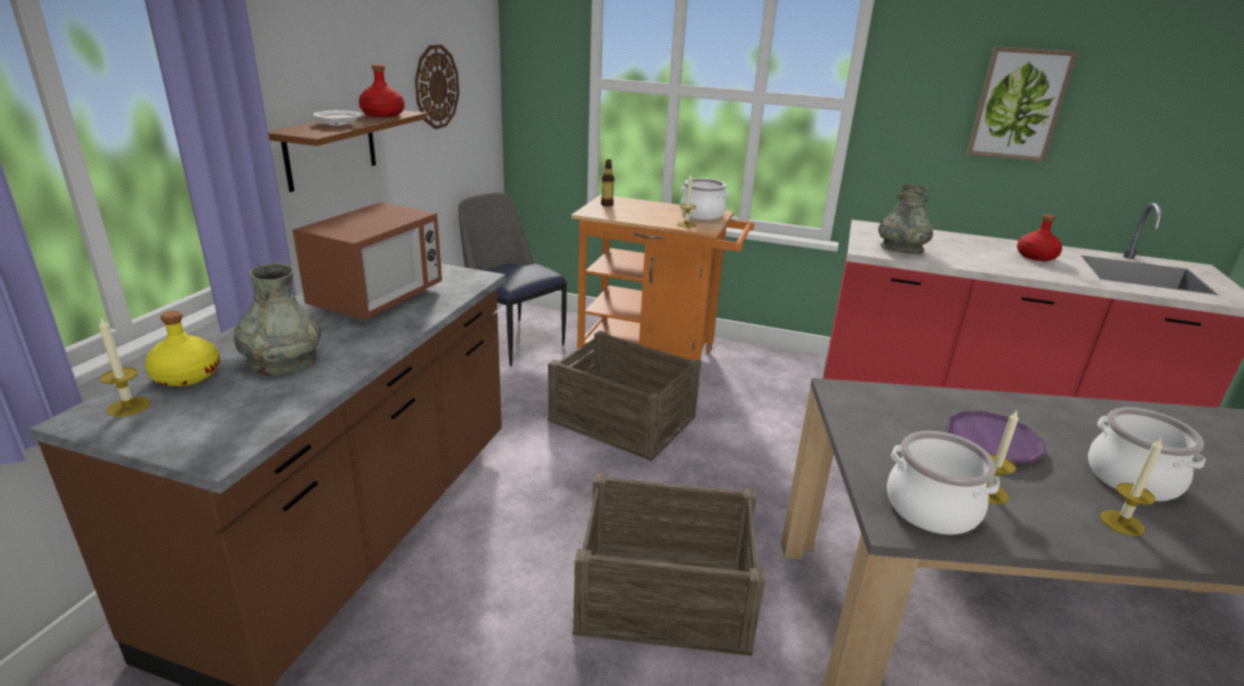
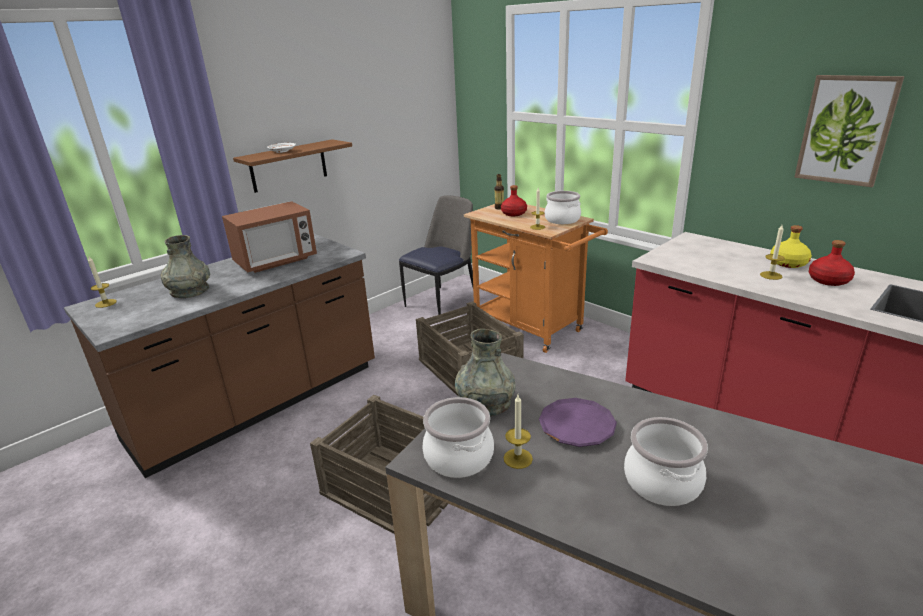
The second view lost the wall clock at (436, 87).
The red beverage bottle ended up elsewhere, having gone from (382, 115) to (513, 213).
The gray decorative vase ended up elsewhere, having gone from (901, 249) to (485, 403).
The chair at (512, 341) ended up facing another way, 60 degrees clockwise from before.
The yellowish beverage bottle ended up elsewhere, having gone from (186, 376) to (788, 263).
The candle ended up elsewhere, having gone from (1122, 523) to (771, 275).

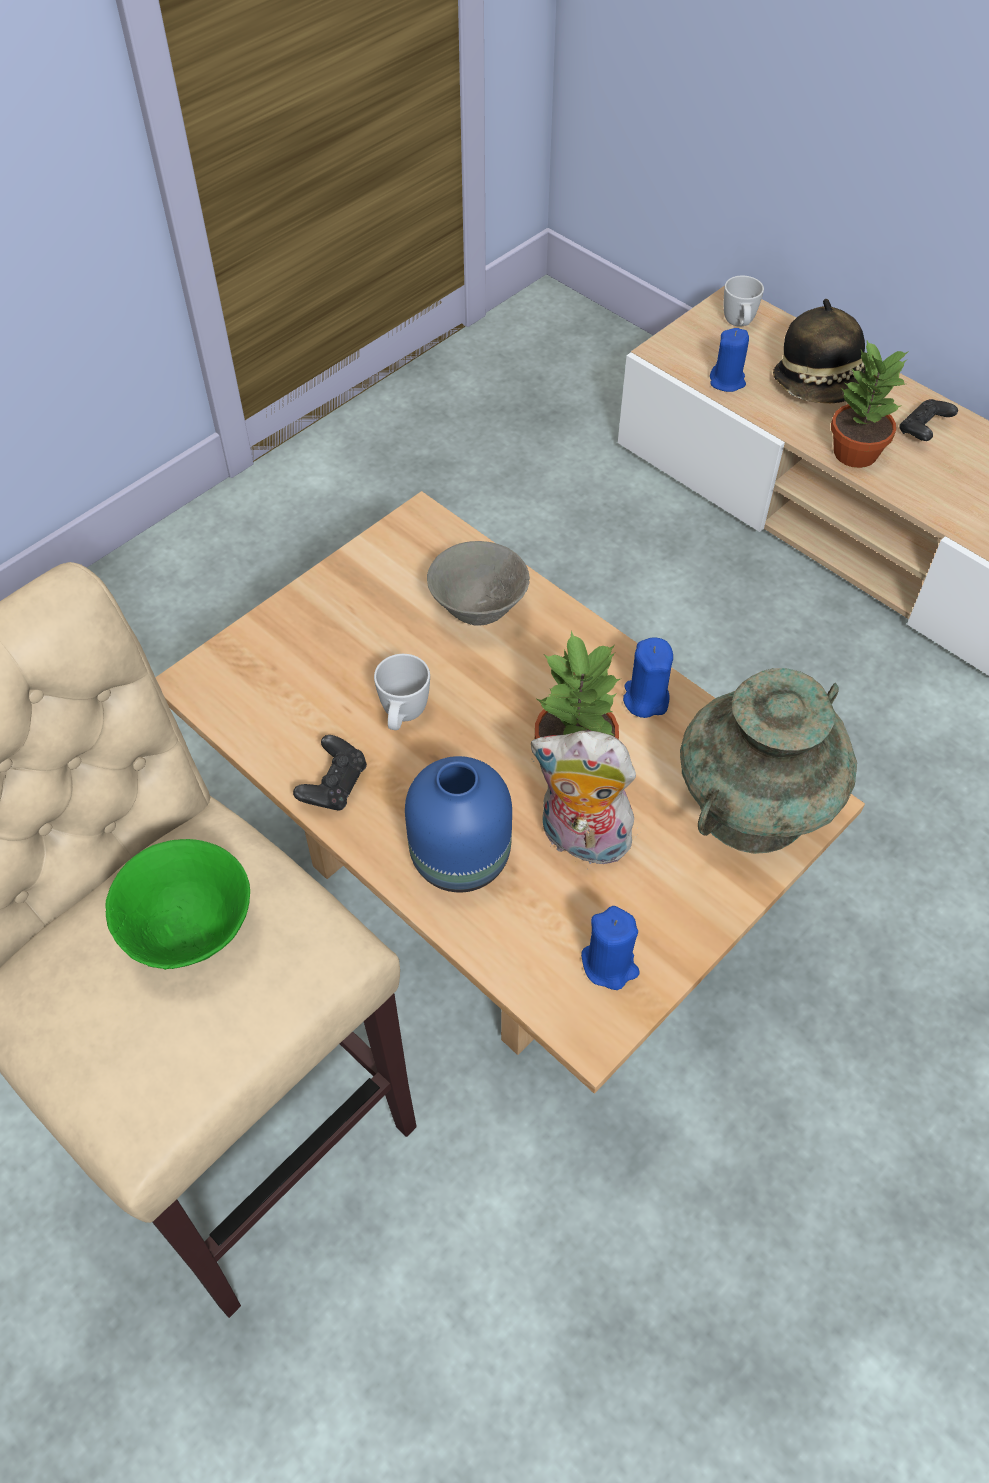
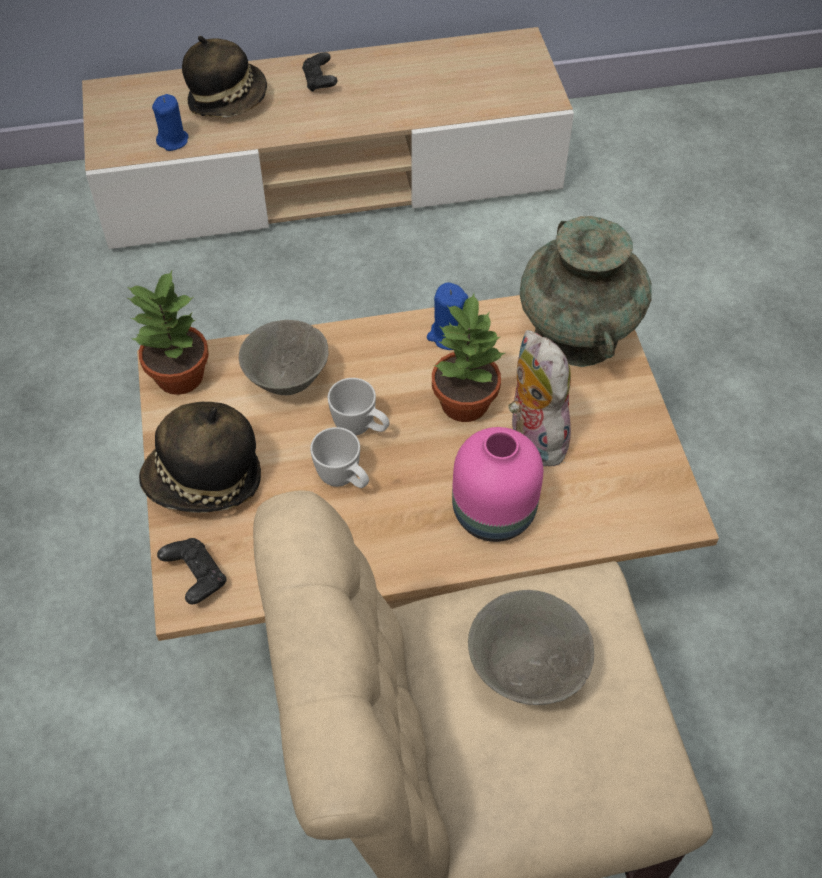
The whitish tea mug ended up elsewhere, having gone from (739, 325) to (361, 429).
The potted plant ended up elsewhere, having gone from (854, 452) to (178, 376).
The plush toy at (580, 841) ended up facing another way, 105 degrees clockwise from before.
The blackish game controller ended up elsewhere, having gone from (334, 785) to (195, 577).
What was the blue decorative vase at (458, 859) turned into the pink-coloured decorative vase at (493, 515).
What was the greenish serving bowl at (193, 933) turned into the gray serving bowl at (526, 670).
The second view lost the blue candle at (609, 964).
The second view gained the clothing hat at (204, 481).

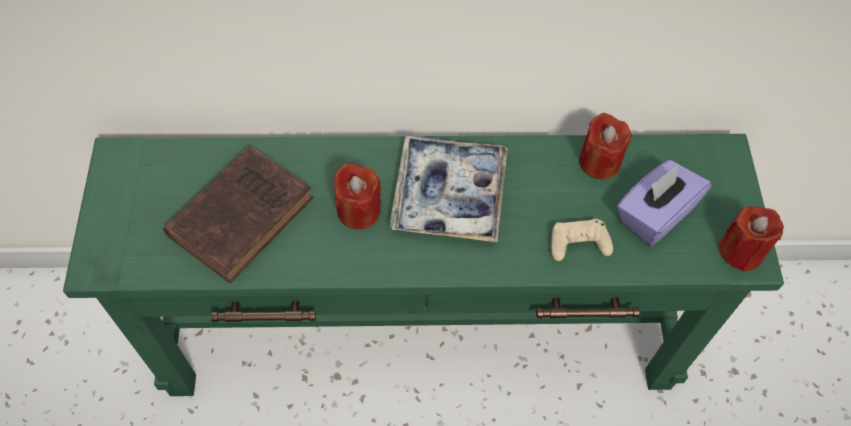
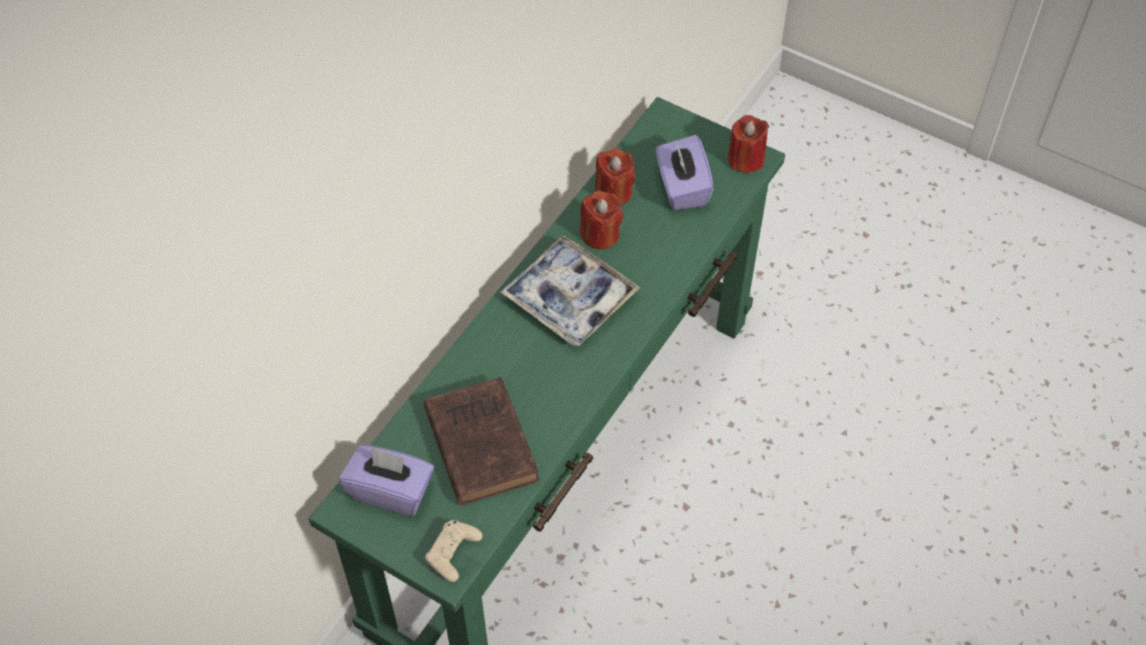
The red candle ended up elsewhere, having gone from (358, 210) to (600, 234).
The beige game controller ended up elsewhere, having gone from (578, 243) to (453, 553).
The second view gained the purple tissue box at (391, 491).

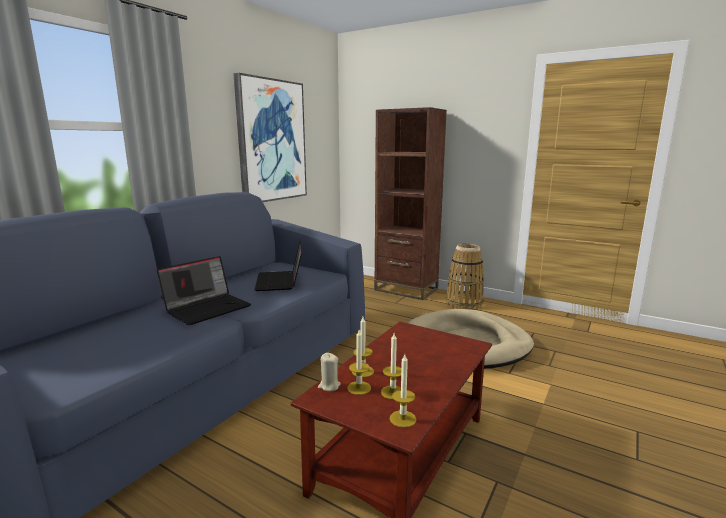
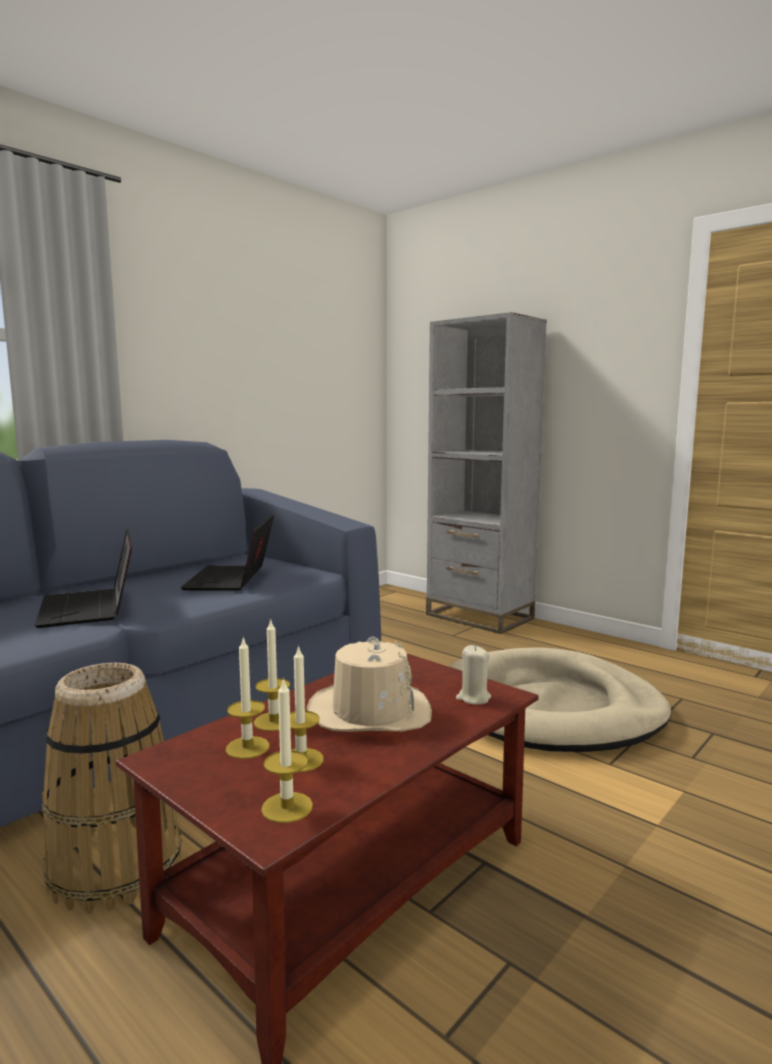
The second view lost the picture at (271, 141).
What was the brown bookcase at (406, 289) turned into the gray bookcase at (479, 617).
The household basket ended up elsewhere, having gone from (464, 303) to (116, 866).
The notebook computer at (208, 308) ended up facing another way, 105 degrees clockwise from before.
The beige candle ended up elsewhere, having gone from (329, 386) to (473, 698).
The second view gained the beige clothing hat at (370, 711).

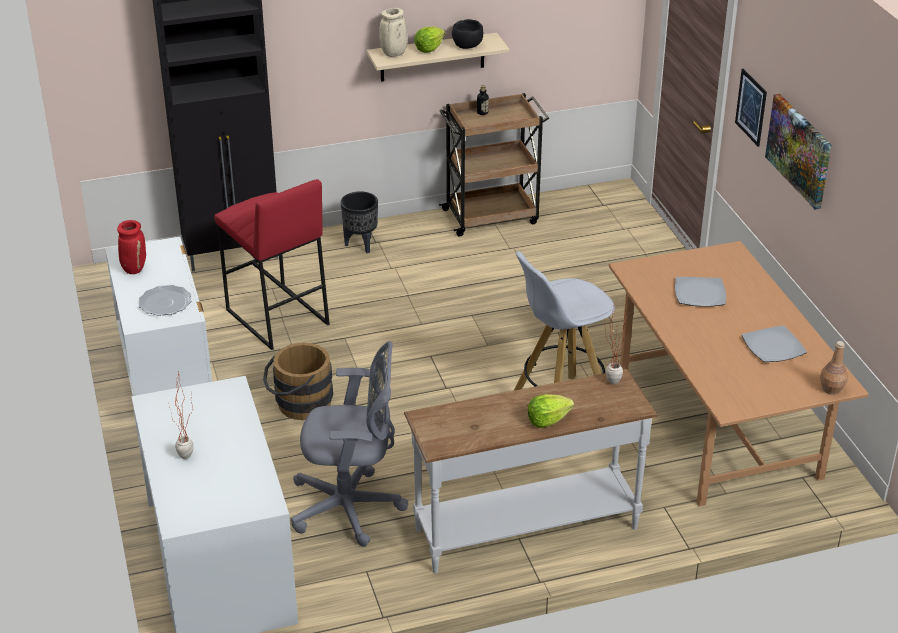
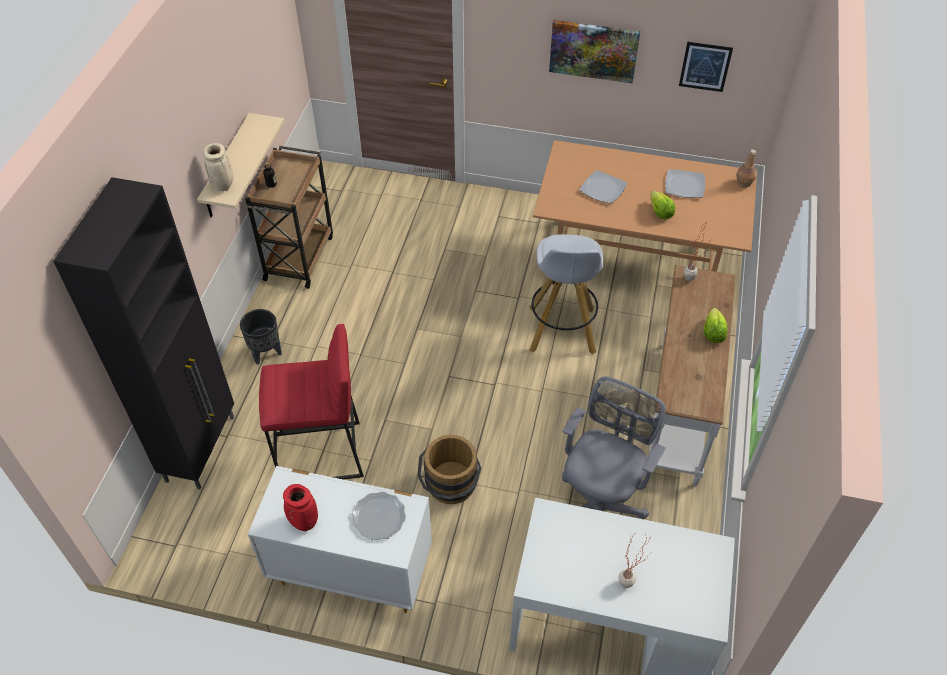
The second view lost the blackish serving bowl at (468, 46).
The lettuce head ended up elsewhere, having gone from (429, 49) to (660, 212).
The picture ended up elsewhere, having gone from (751, 107) to (705, 66).

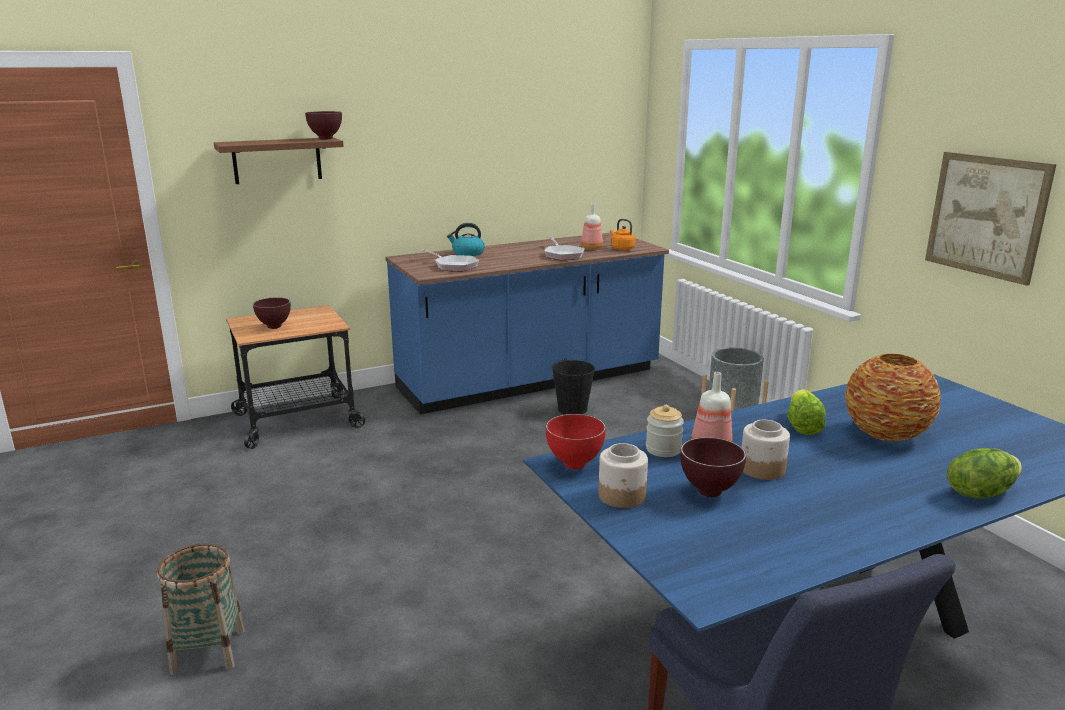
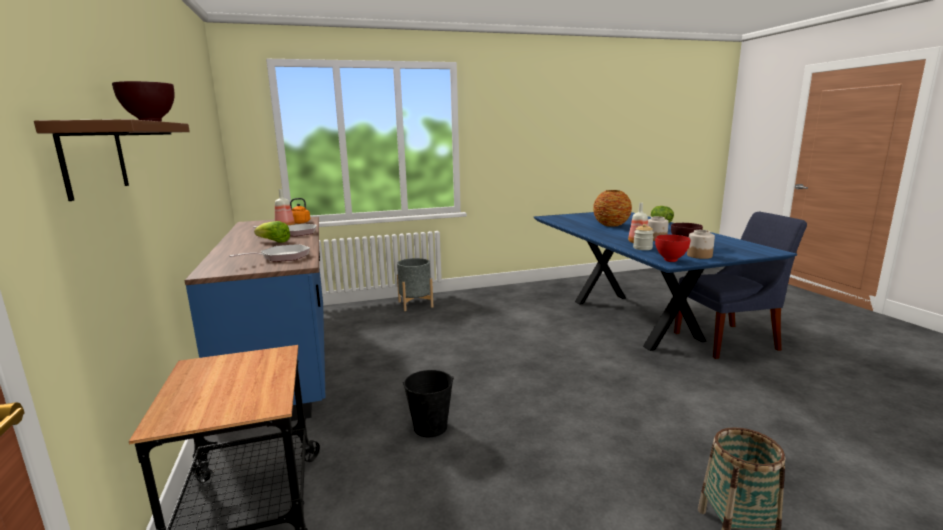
The second view lost the picture at (986, 216).
The second view lost the tea kettle at (467, 253).
The second view lost the brown serving bowl at (274, 327).
The blackish water bucket ended up elsewhere, having gone from (572, 409) to (430, 427).
The lettuce head ended up elsewhere, having gone from (802, 426) to (274, 242).

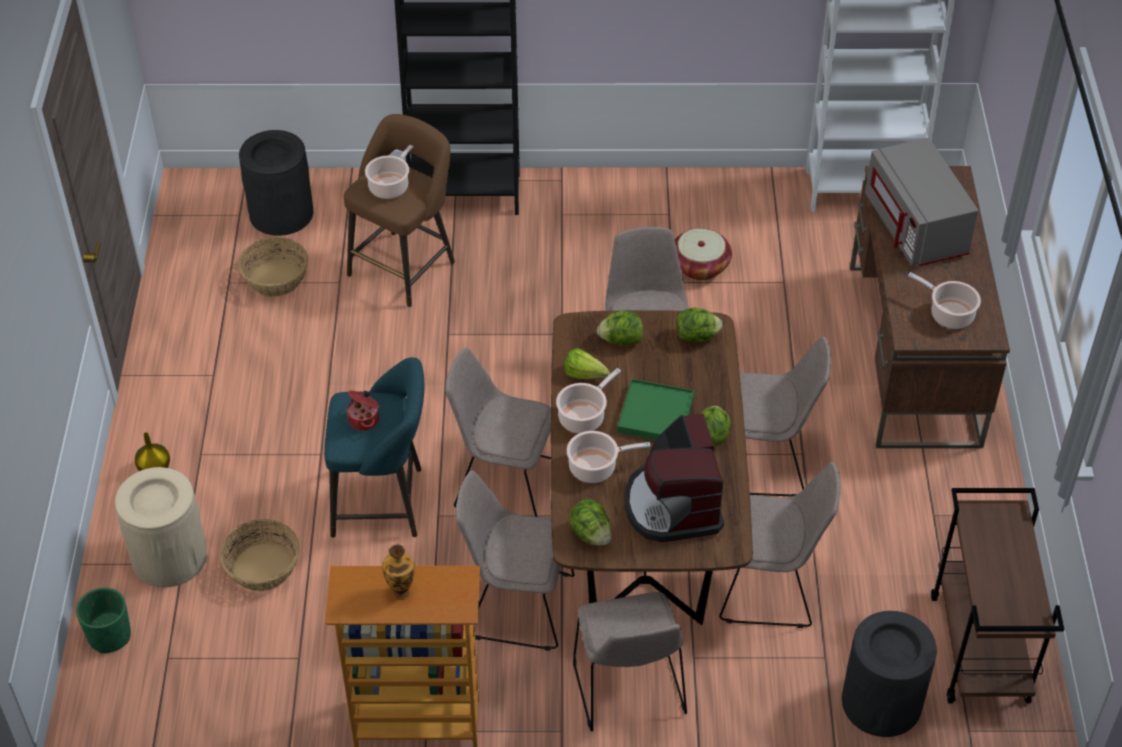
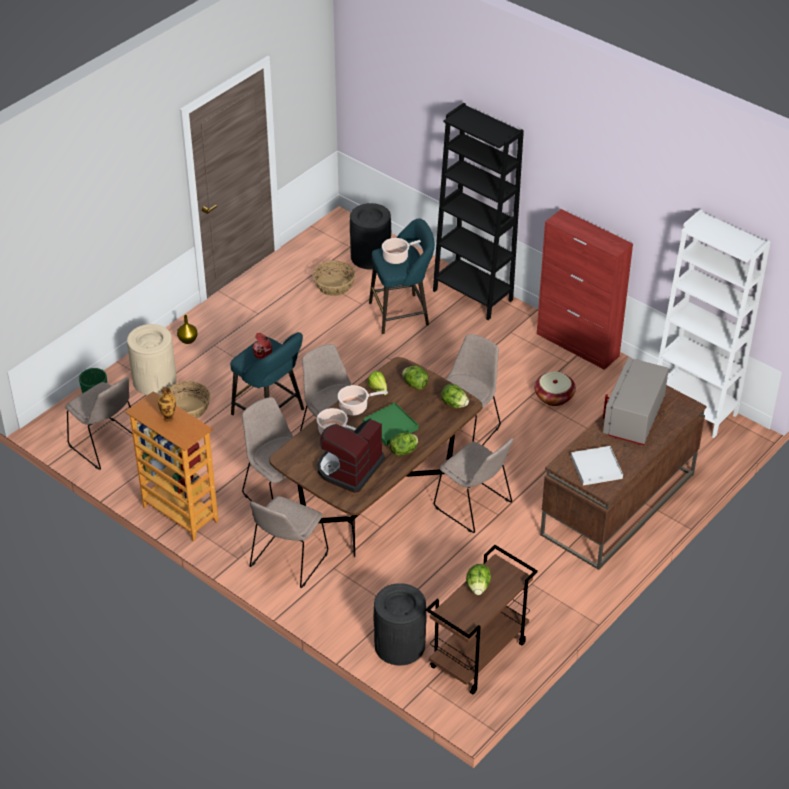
What was the brown stool seat at (405, 265) turned into the turquoise stool seat at (402, 313).
Where the saucepot stood at (949, 314), the whitish tray came to stand at (596, 467).
The beige chair ended up elsewhere, having gone from (770, 587) to (107, 445).
The lettuce head ended up elsewhere, having gone from (591, 534) to (478, 587).
The second view gained the red storage cabinet at (578, 345).

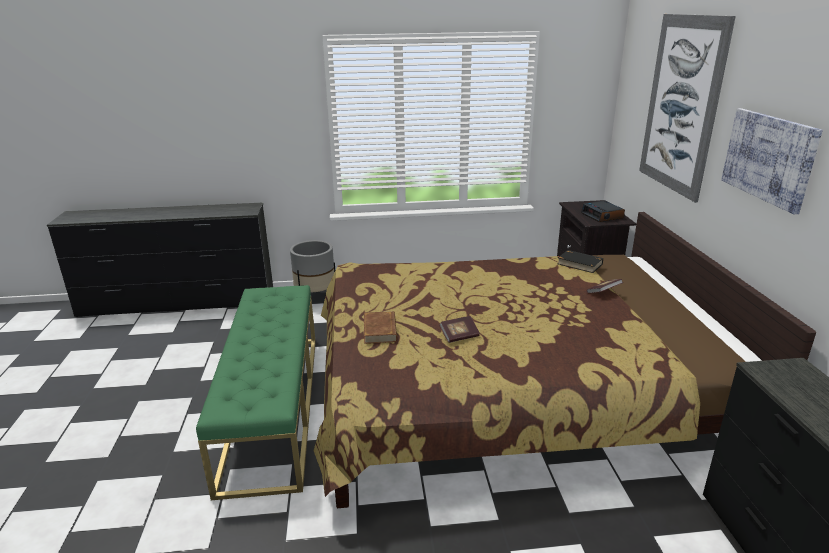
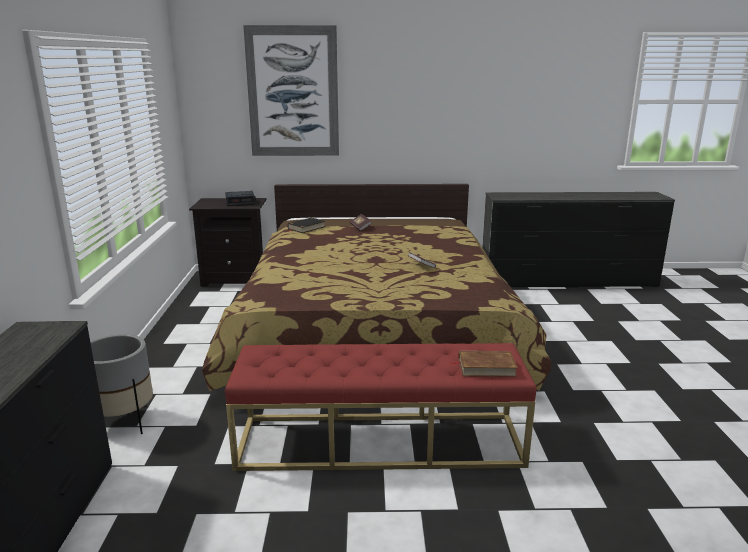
The second view lost the picture at (768, 157).
What was the greenish indoor bench at (273, 406) turned into the red indoor bench at (380, 441).
The brown book ended up elsewhere, having gone from (380, 330) to (486, 367).

